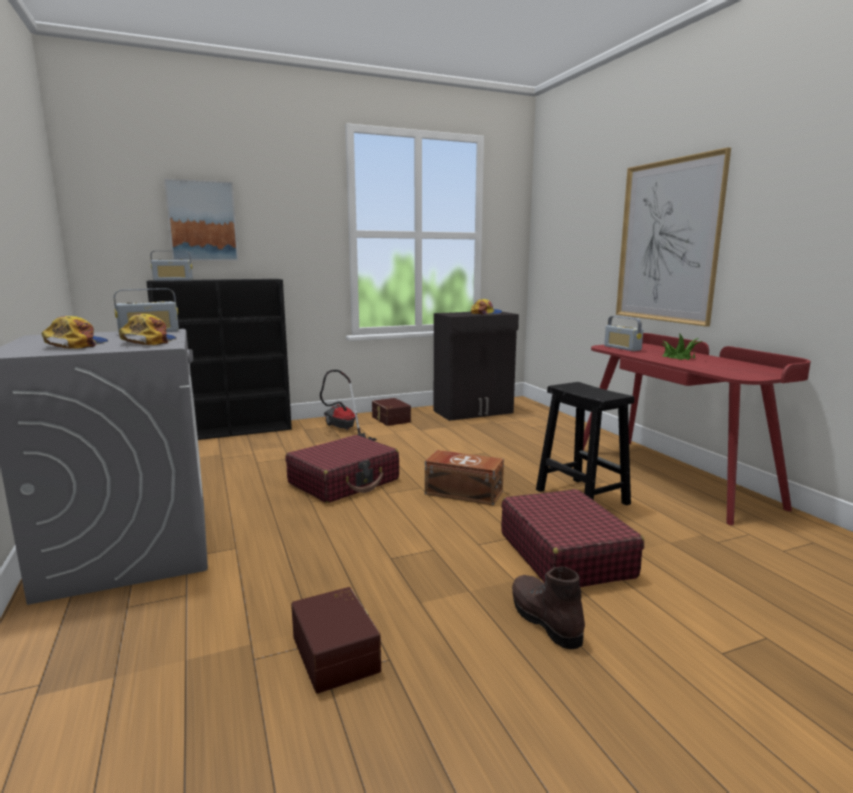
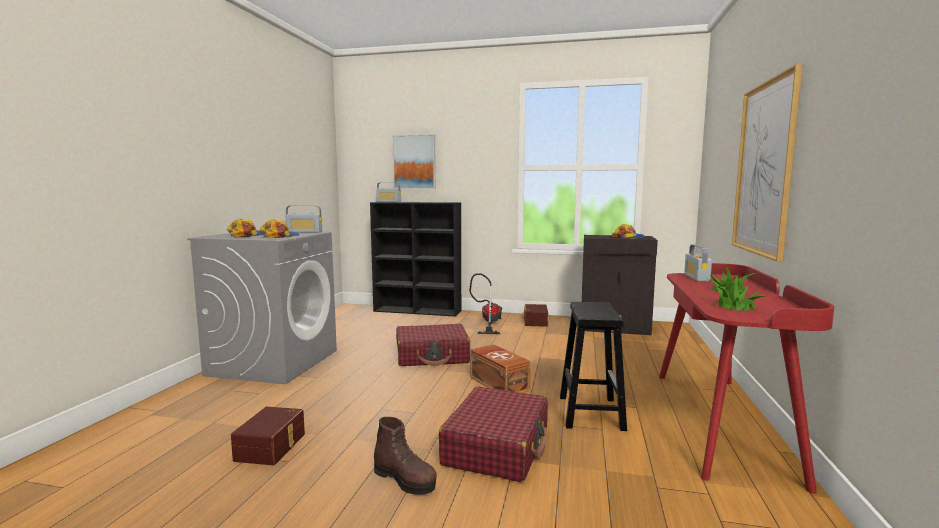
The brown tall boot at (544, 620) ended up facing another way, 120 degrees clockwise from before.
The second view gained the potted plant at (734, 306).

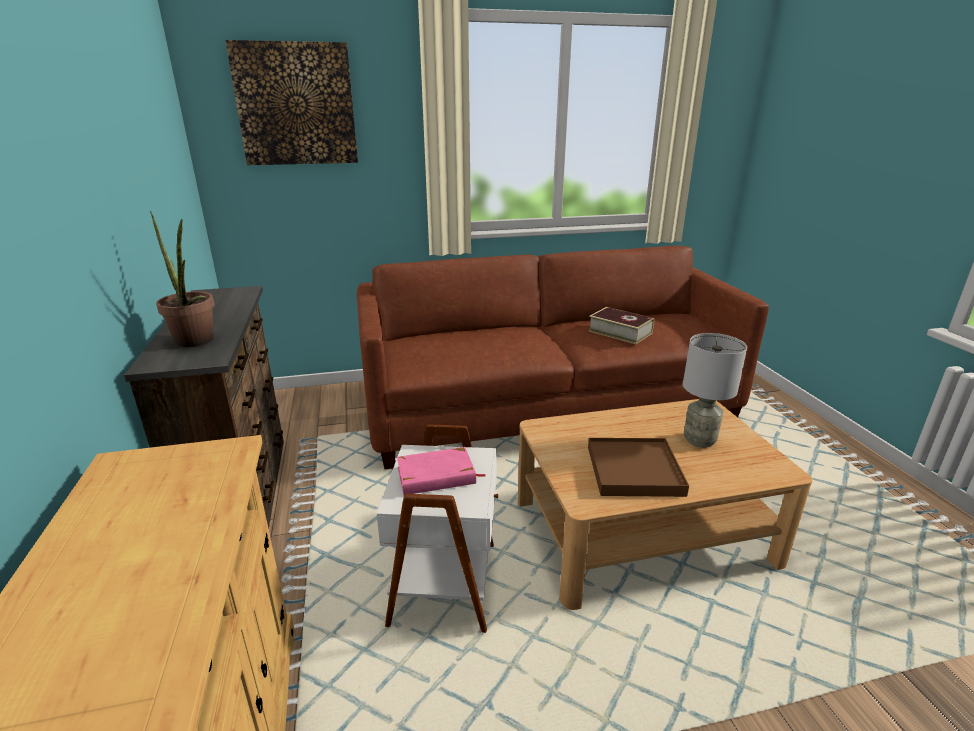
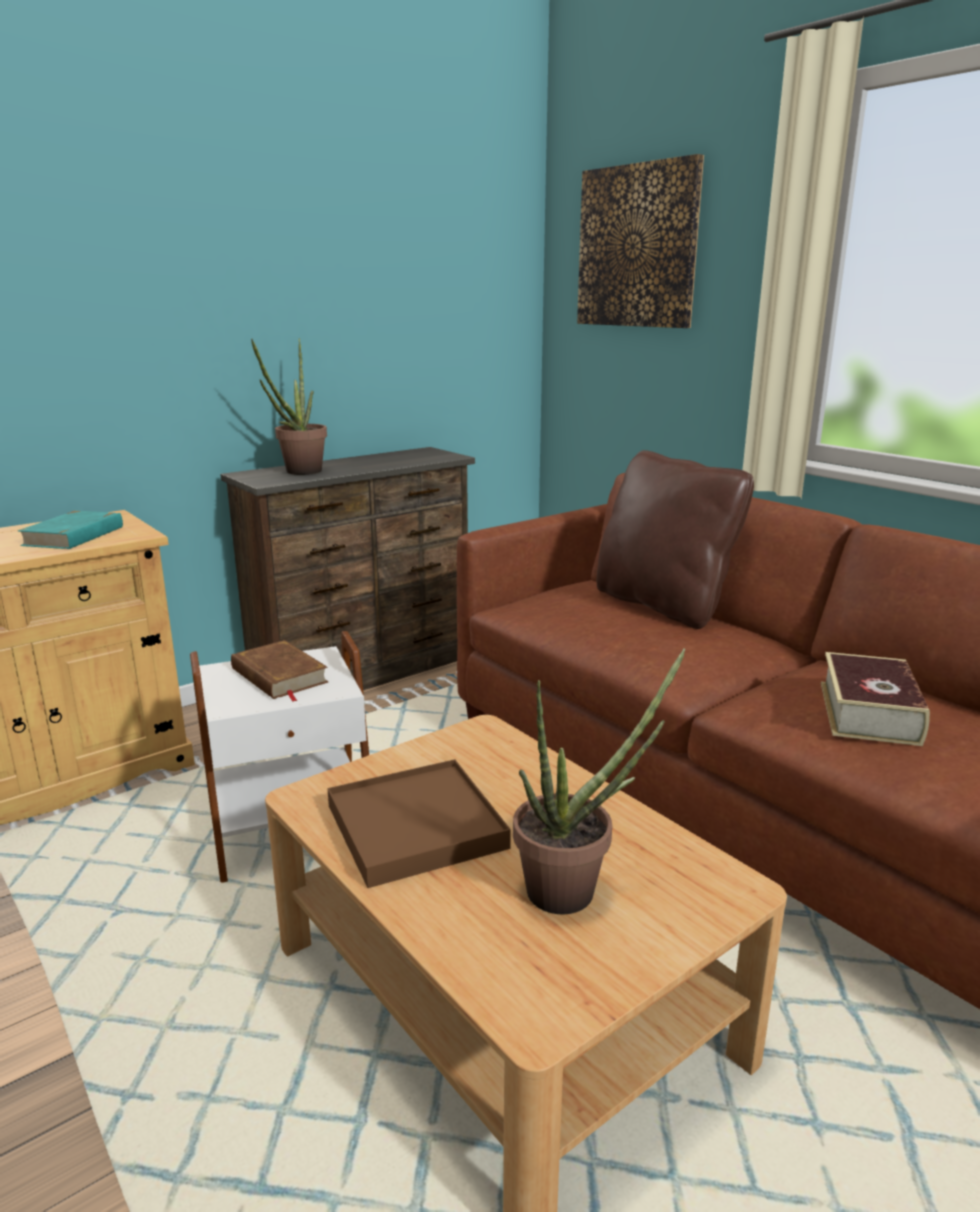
Where the gray tabletop lamp stood at (700, 440), the potted plant came to stand at (575, 889).
What was the pink-coloured book at (436, 476) turned into the brown book at (279, 676).
The second view gained the brown cushion at (663, 605).
The second view gained the turquoise book at (75, 536).

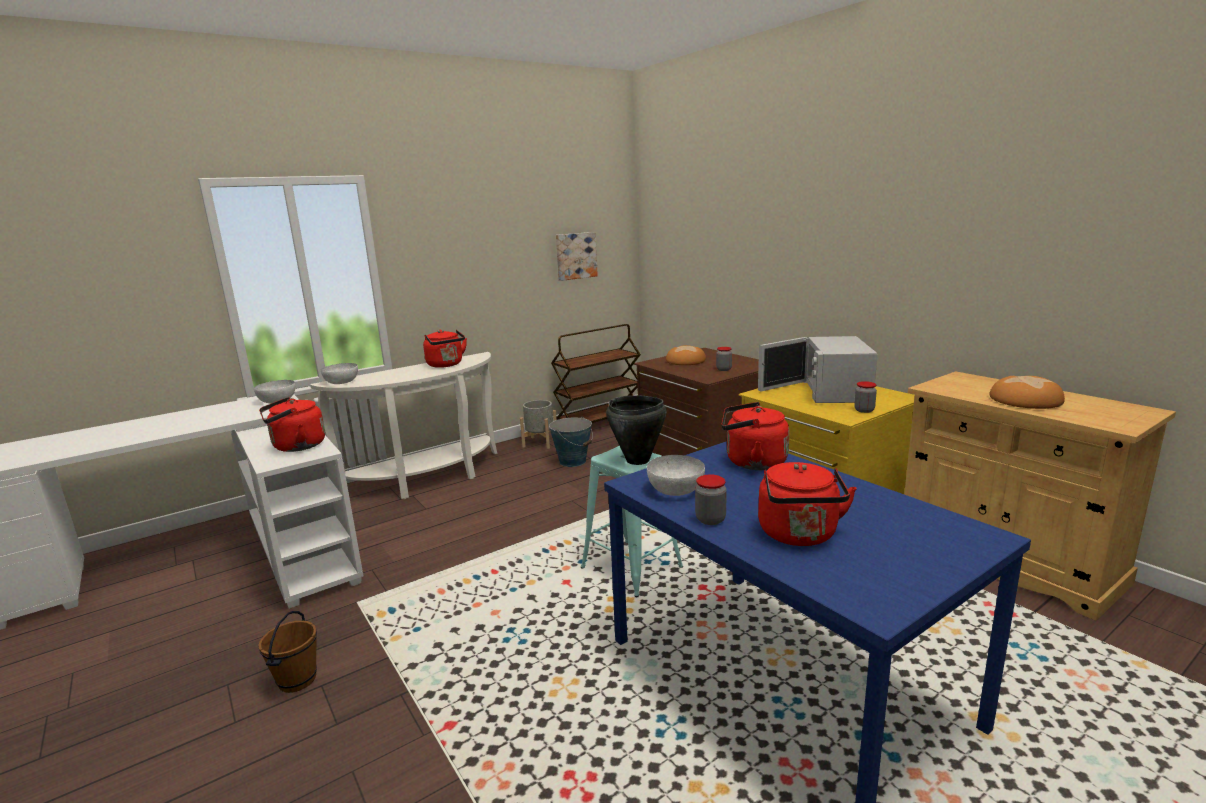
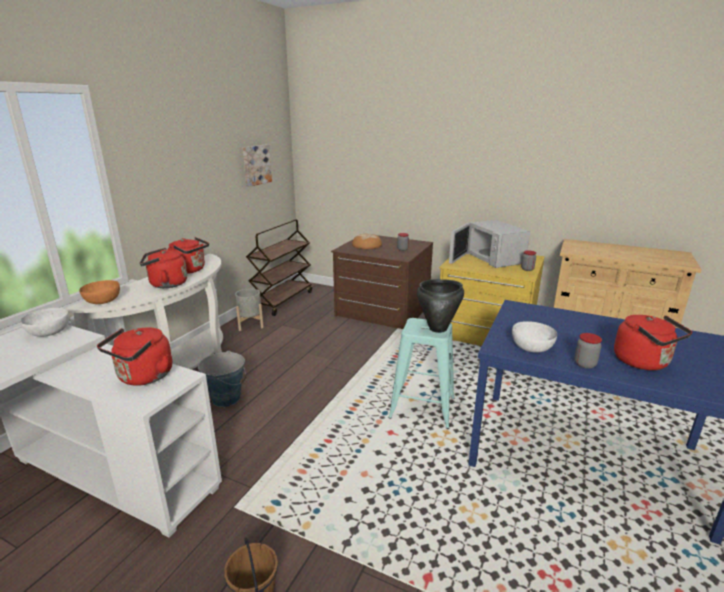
What was the whitish serving bowl at (341, 382) turned into the orangey serving bowl at (103, 301).
The second view lost the bread at (1025, 400).
The red tea kettle ended up elsewhere, having gone from (751, 462) to (166, 284).
The water bucket ended up elsewhere, having gone from (573, 461) to (226, 398).

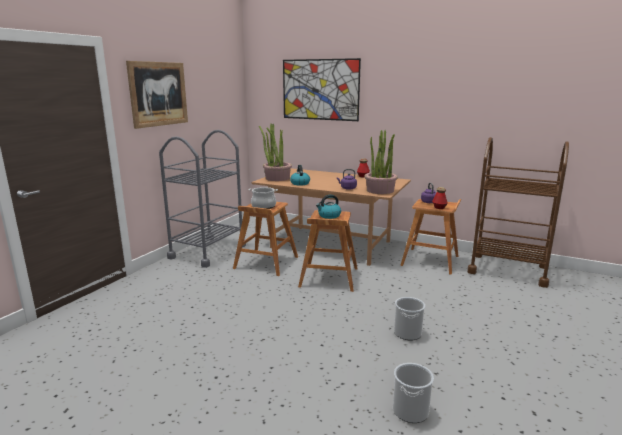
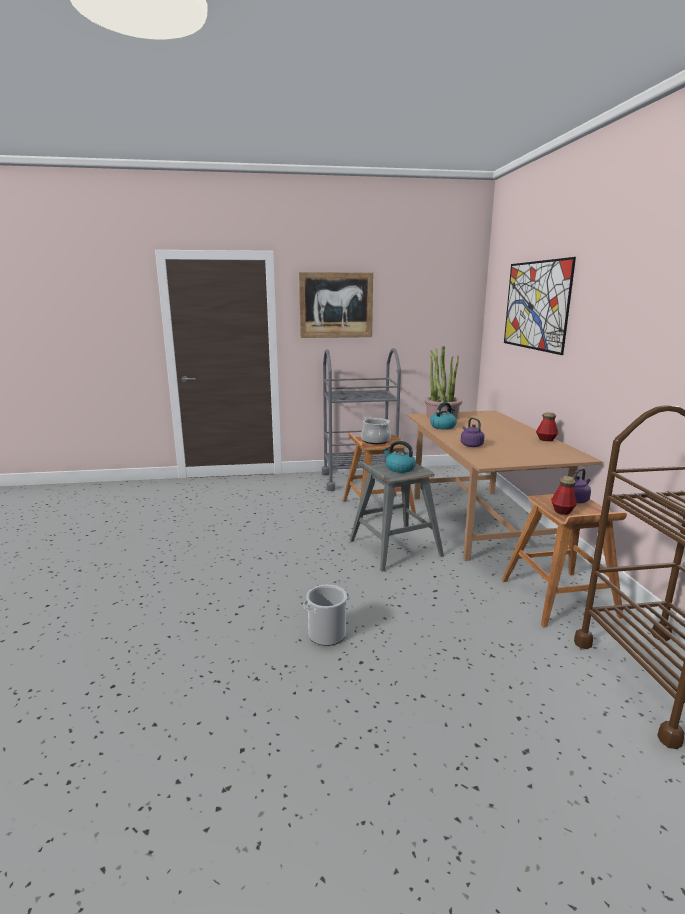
The second view lost the potted plant at (380, 190).
What was the brown stool seat at (328, 277) turned into the gray stool seat at (394, 548).
The second view lost the water bucket at (410, 410).

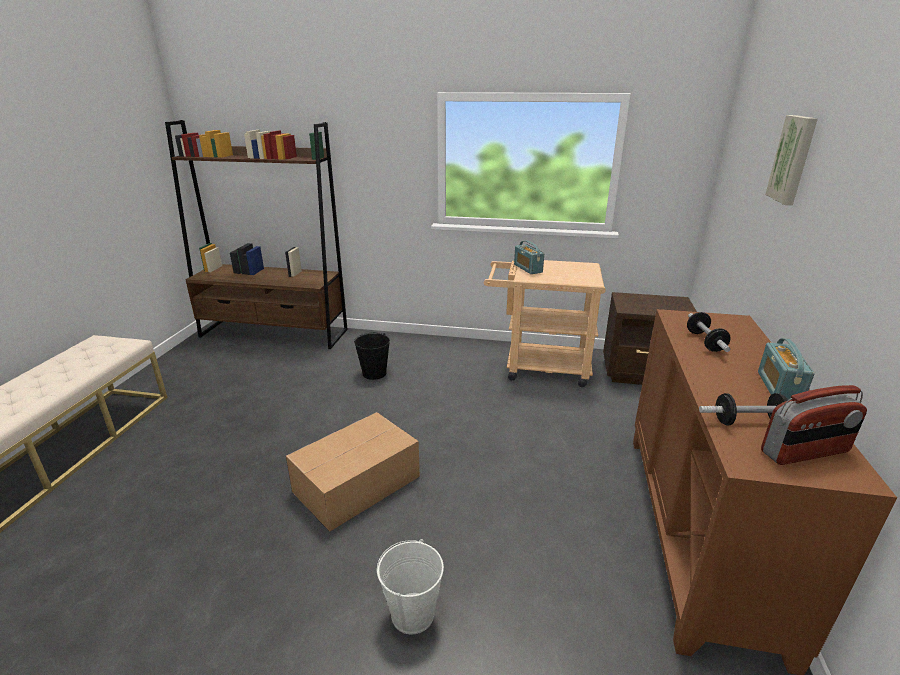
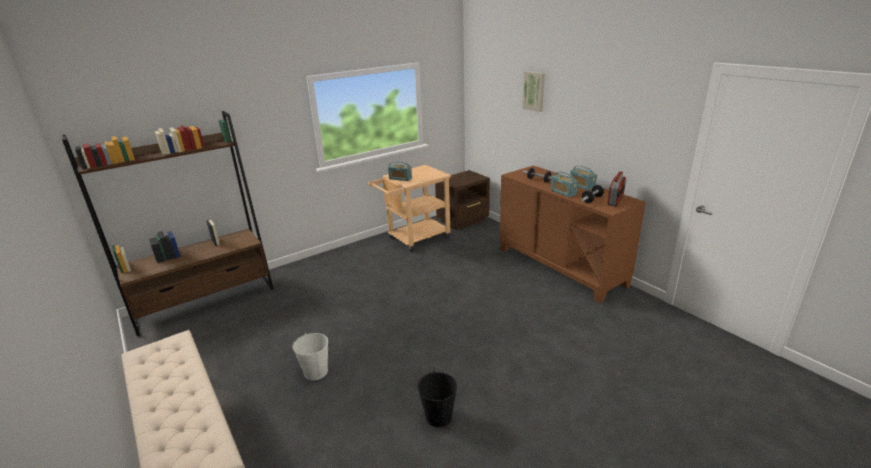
The blackish water bucket ended up elsewhere, having gone from (374, 373) to (439, 416).
The second view lost the carton at (359, 483).
The whitish water bucket ended up elsewhere, having gone from (413, 613) to (316, 372).
The second view gained the radio receiver at (563, 192).

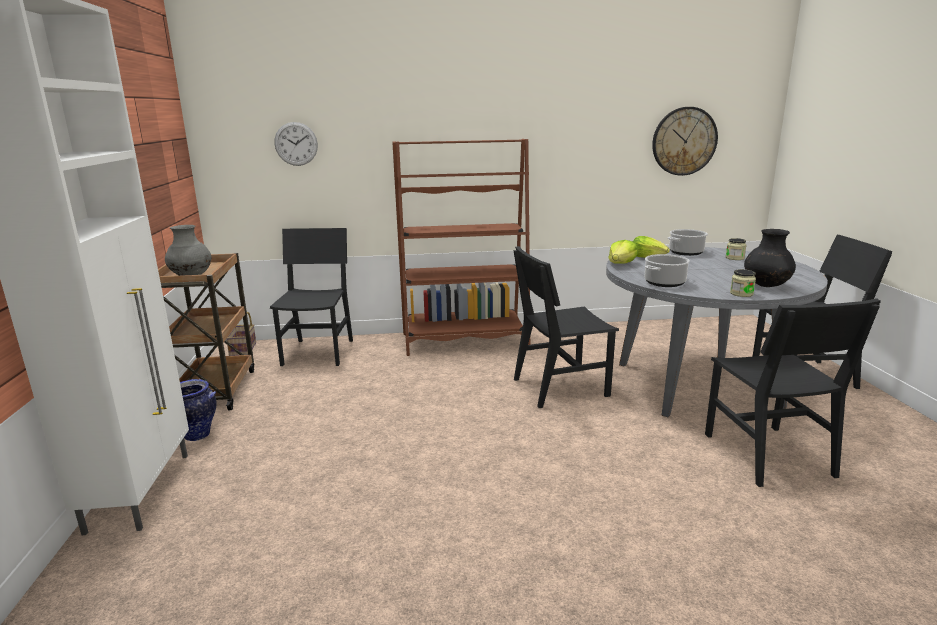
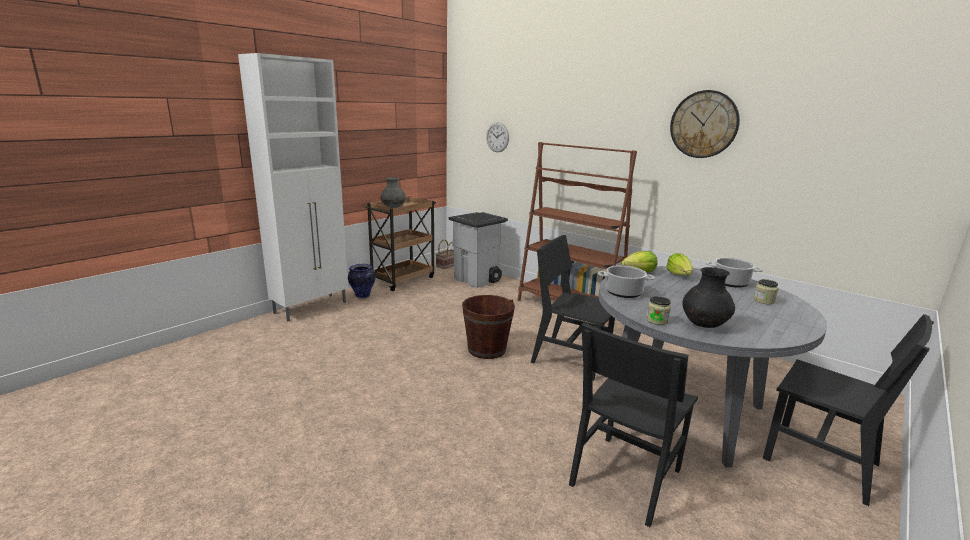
The wall clock ended up elsewhere, having gone from (684, 141) to (704, 124).
Where the blackish chair stood at (318, 352), the gray trash can came to stand at (477, 280).
The second view gained the brown water bucket at (486, 349).

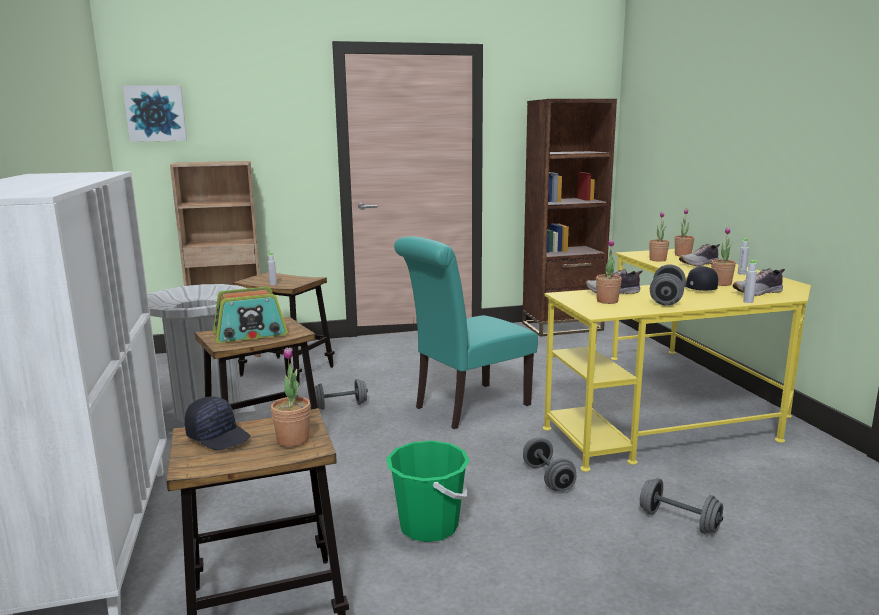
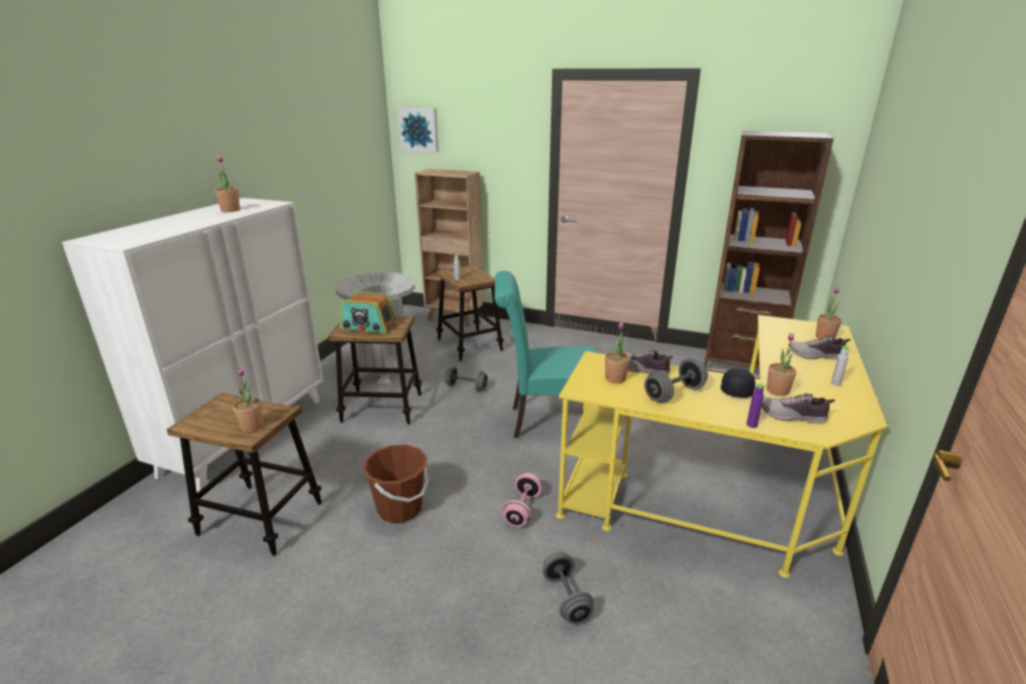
The potted plant ended up elsewhere, having gone from (657, 260) to (230, 210).
What was the gray beverage bottle at (748, 302) turned into the purple beverage bottle at (751, 425).
The second view lost the blackish peaked cap at (219, 436).
What was the gray dumbbell at (548, 478) turned into the pink-coloured dumbbell at (522, 510).
What was the greenish water bucket at (429, 526) turned into the brown water bucket at (400, 508).

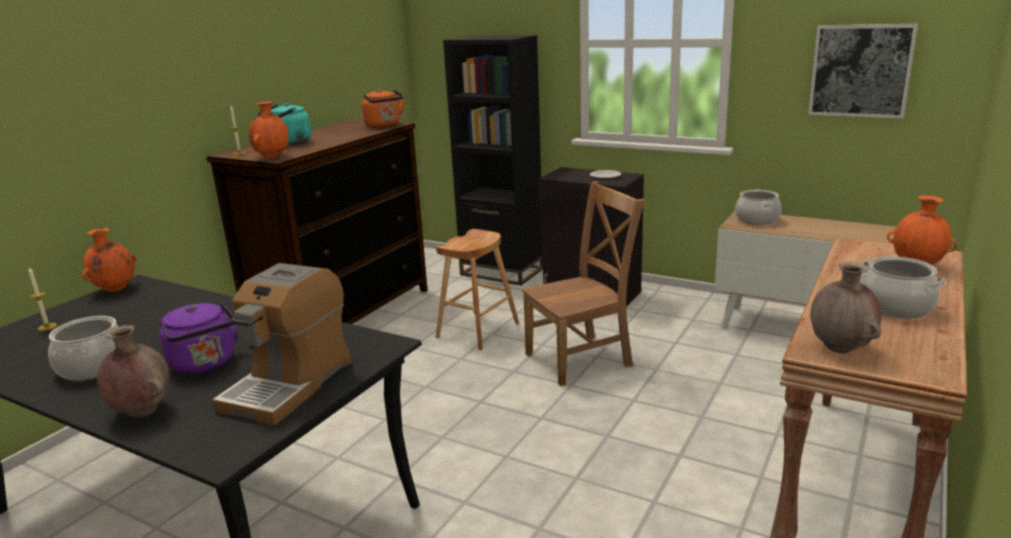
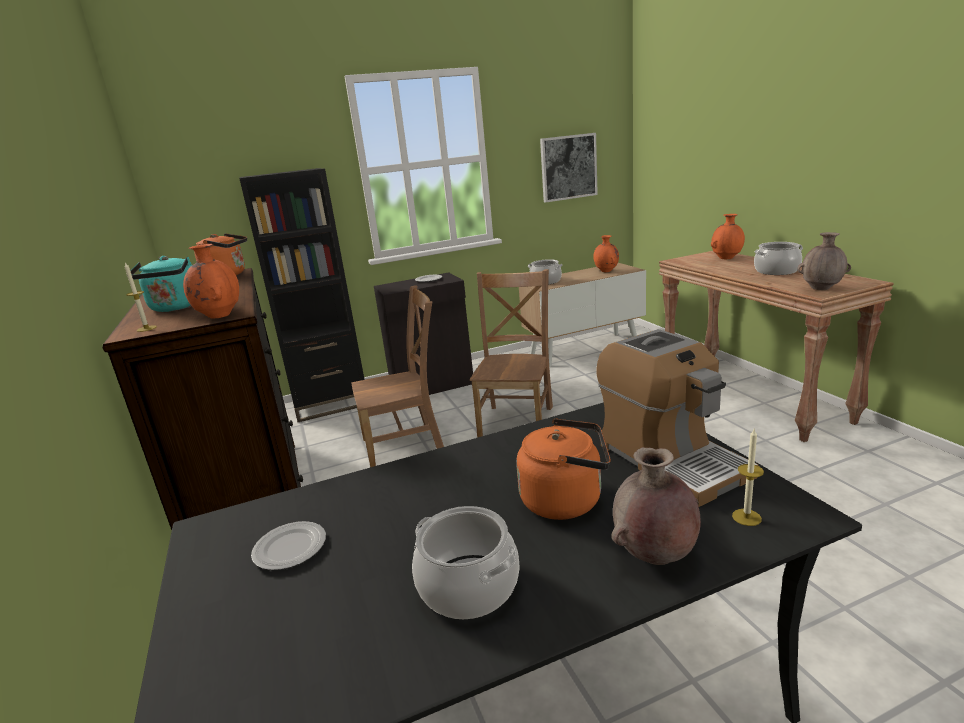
The orangey decorative vase ended up elsewhere, having gone from (115, 289) to (606, 271).
Where the brown stool seat stood at (478, 330), the brown chair came to stand at (407, 445).
The candle ended up elsewhere, having gone from (47, 326) to (746, 517).
What was the purple tea kettle at (205, 364) turned into the orangey tea kettle at (566, 500).
The second view gained the flat dish at (291, 548).

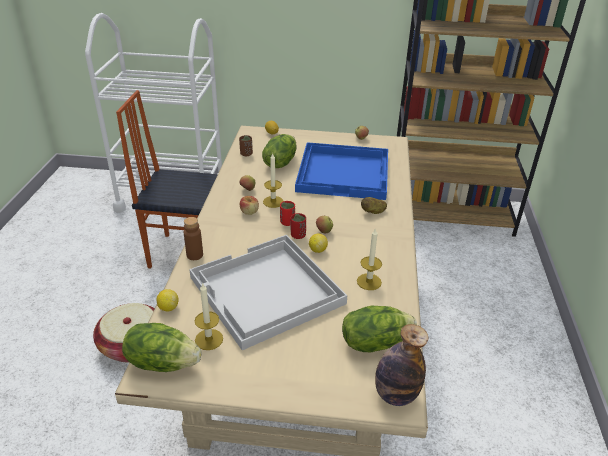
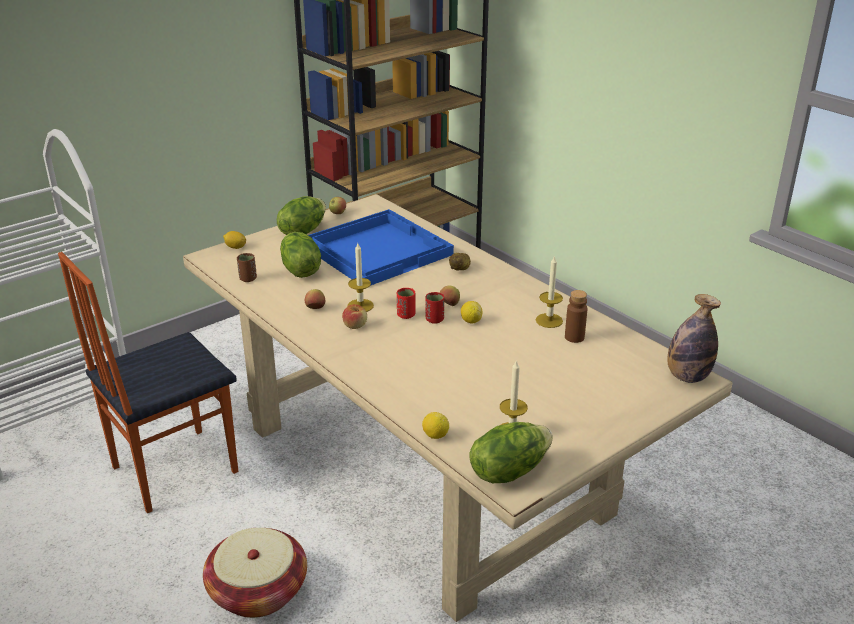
The brown beverage bottle ended up elsewhere, having gone from (195, 255) to (574, 337).
The second view lost the whitish tray at (266, 291).
The lettuce head ended up elsewhere, having gone from (374, 342) to (302, 231).

